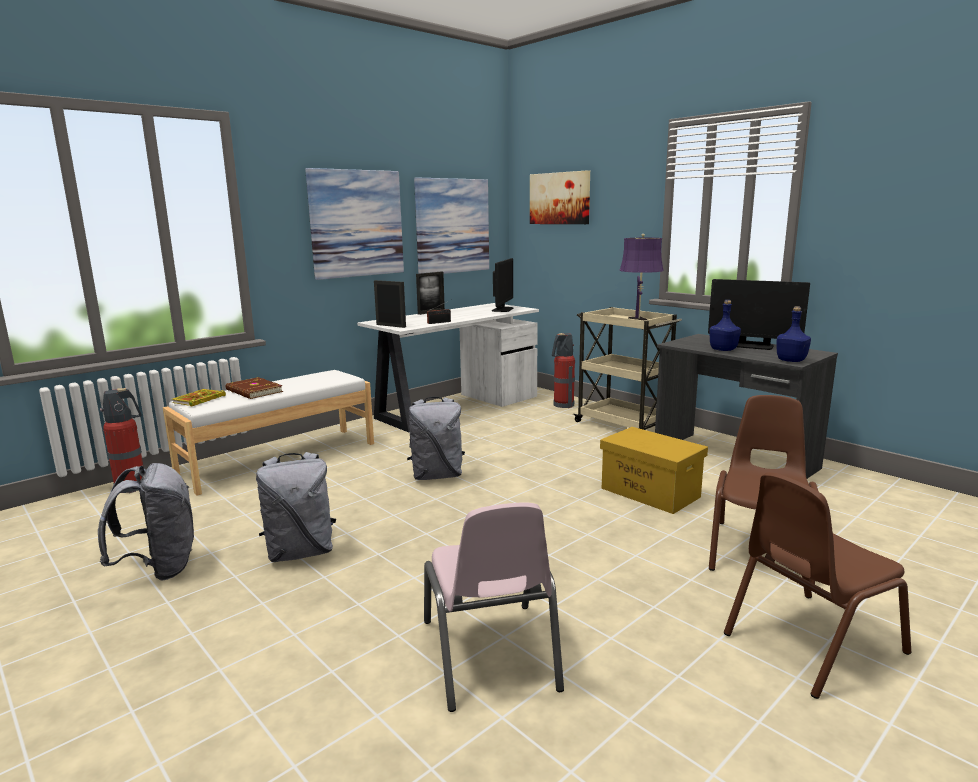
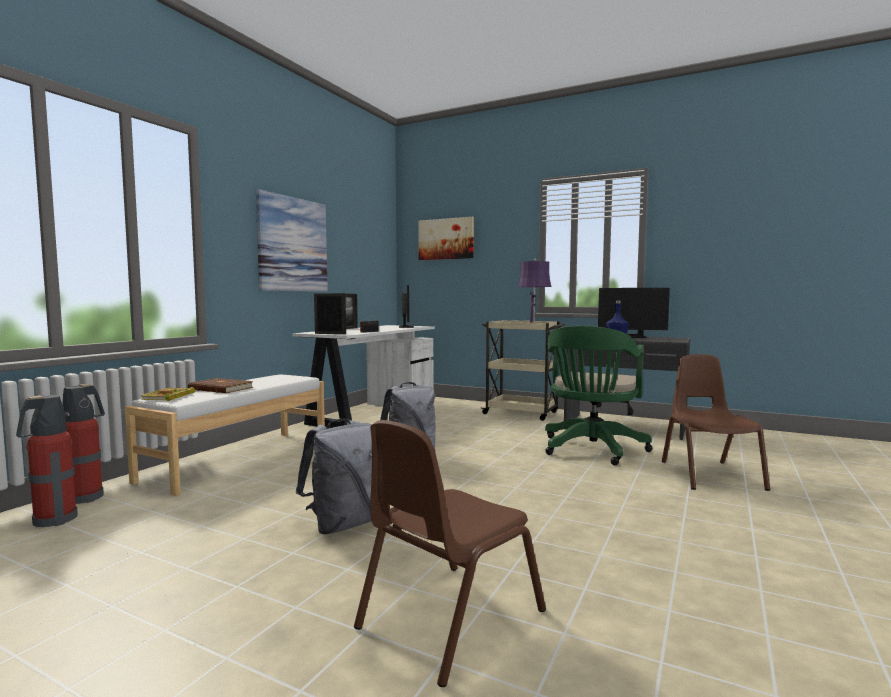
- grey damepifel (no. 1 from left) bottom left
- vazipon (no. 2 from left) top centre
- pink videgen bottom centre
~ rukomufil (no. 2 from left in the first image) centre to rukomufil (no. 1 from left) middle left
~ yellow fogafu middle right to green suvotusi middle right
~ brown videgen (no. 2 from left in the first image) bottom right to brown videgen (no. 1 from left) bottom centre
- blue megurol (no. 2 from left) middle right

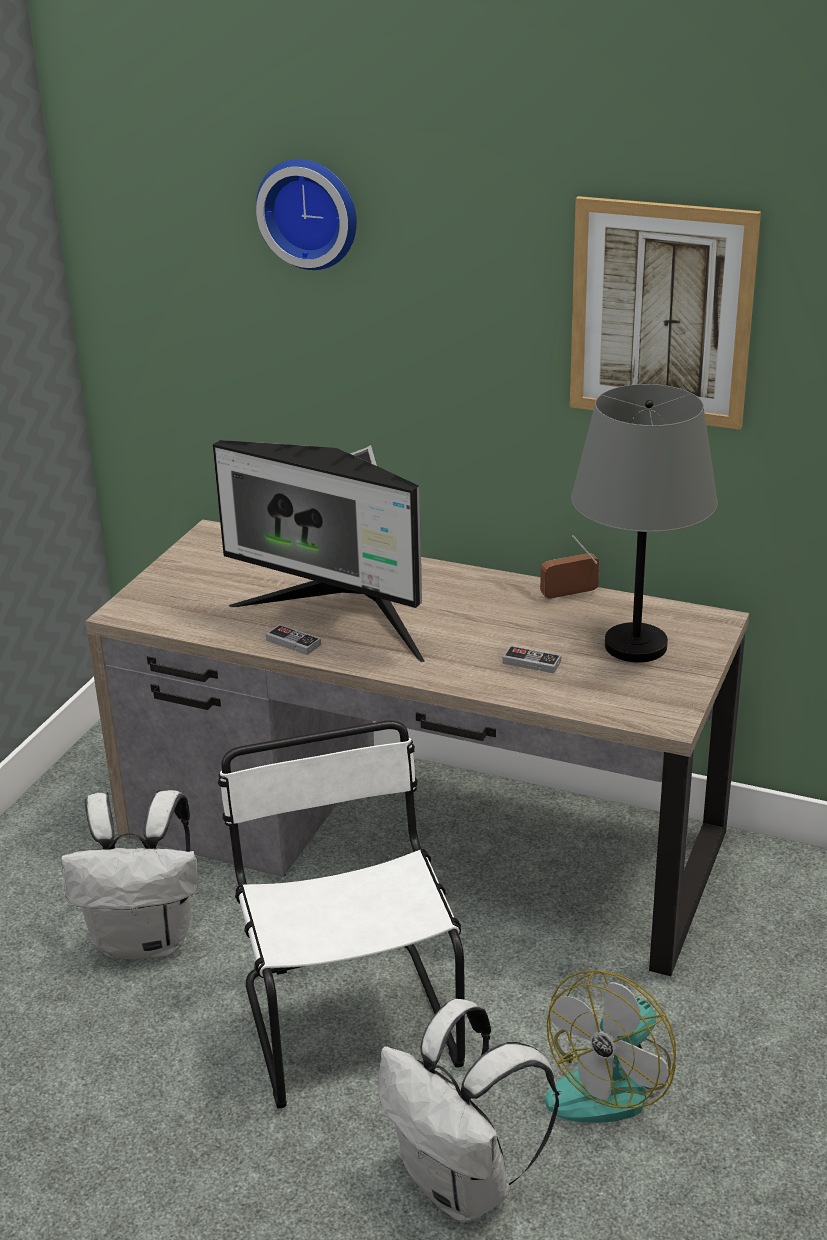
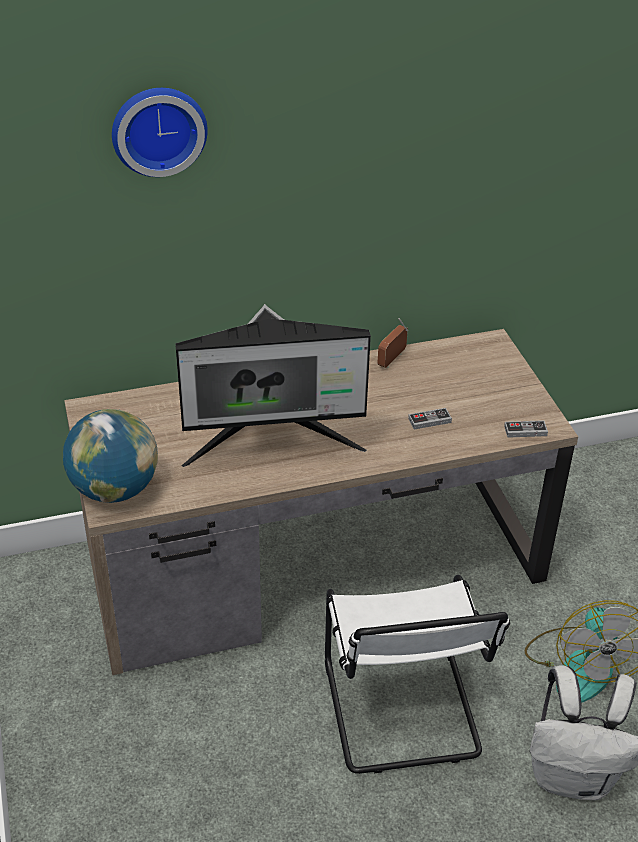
- white damepifel (no. 1 from left) bottom left
~ white videgen bottom centre = bottom centre 135 degrees counterclockwise
~ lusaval (no. 1 from left in the first image) centre to lusaval (no. 2 from left) middle right
- vazipon top right
- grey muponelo middle right
+ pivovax middle left

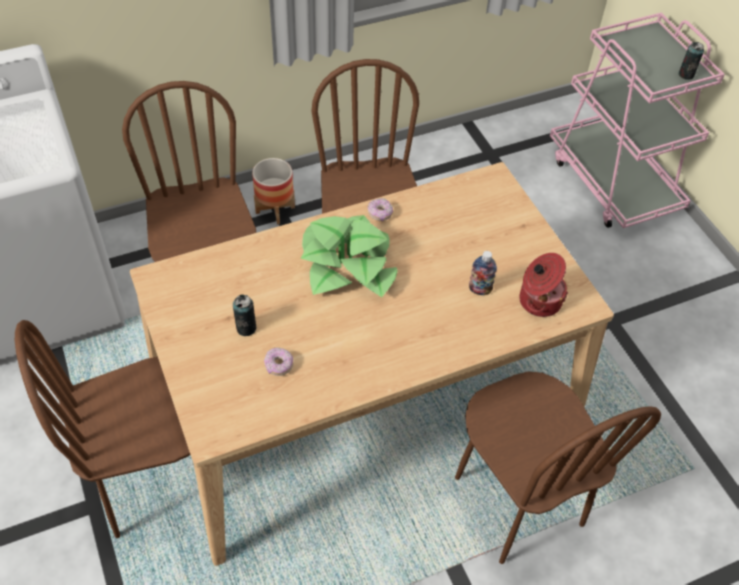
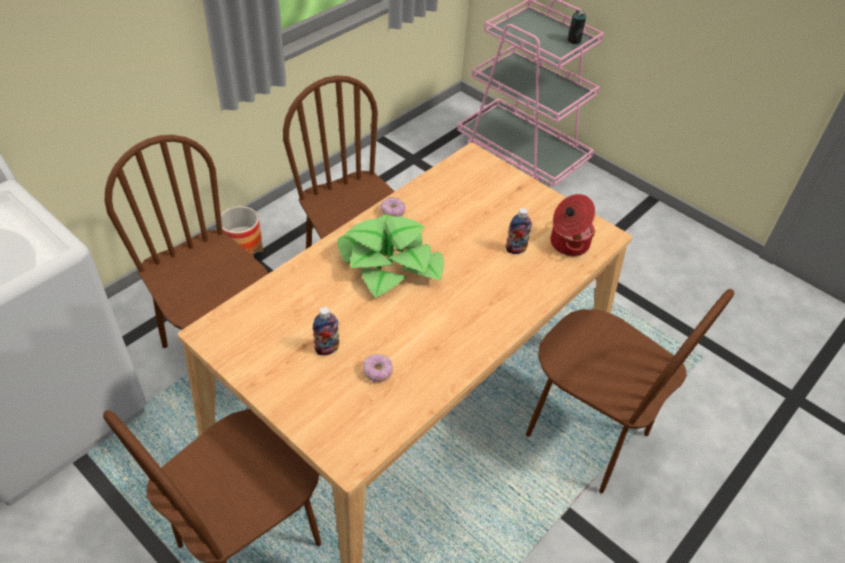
~ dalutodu (no. 1 from left) middle left to megurol (no. 1 from left) centre

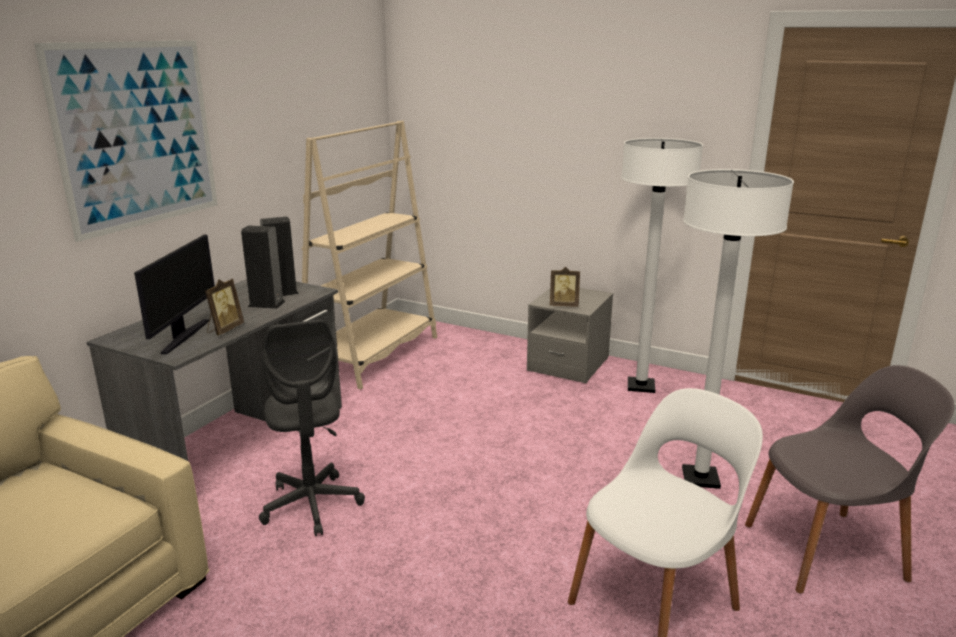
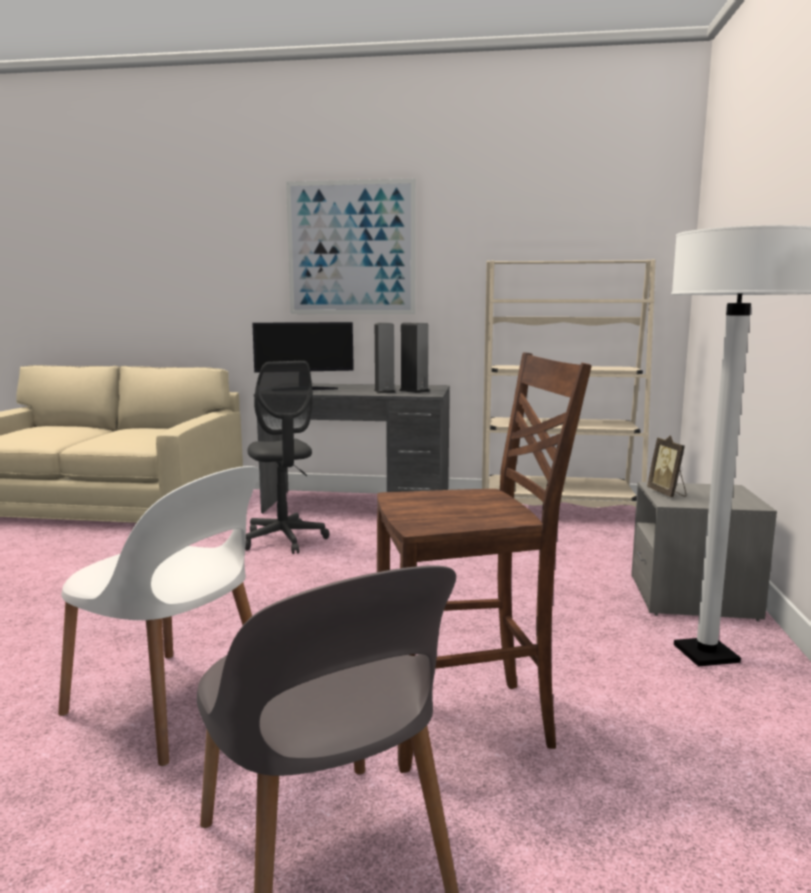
- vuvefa (no. 1 from left) middle left
~ grey suvotusi bottom left = centre 75 degrees counterclockwise
~ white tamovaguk (no. 2 from left) middle right to brown videgen centre

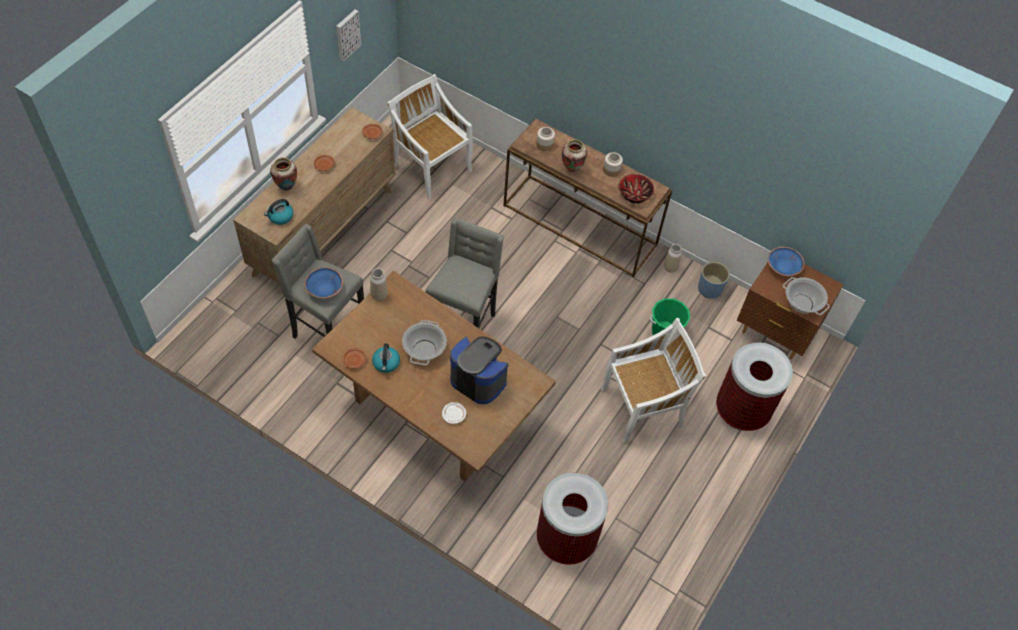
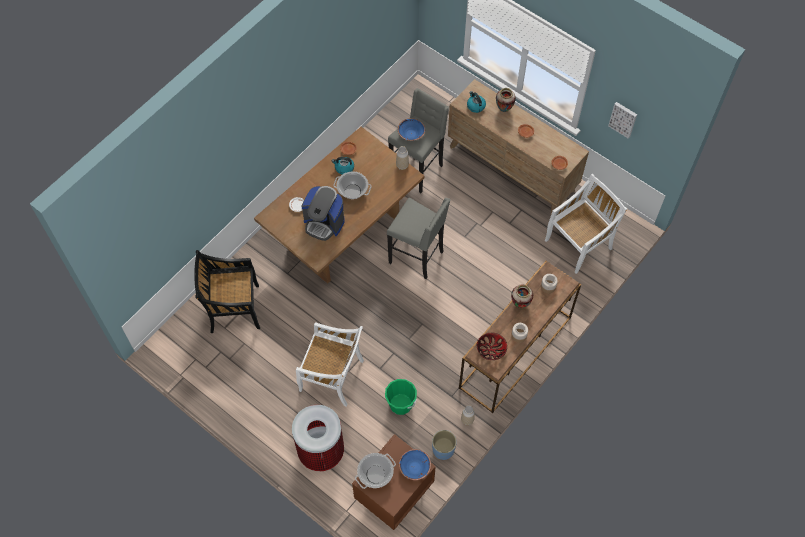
~ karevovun centre = centre 75 degrees clockwise
~ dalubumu (no. 1 from left) bottom centre to black videgen middle left
~ white videgen (no. 2 from left in the first image) centre = bottom centre 60 degrees counterclockwise

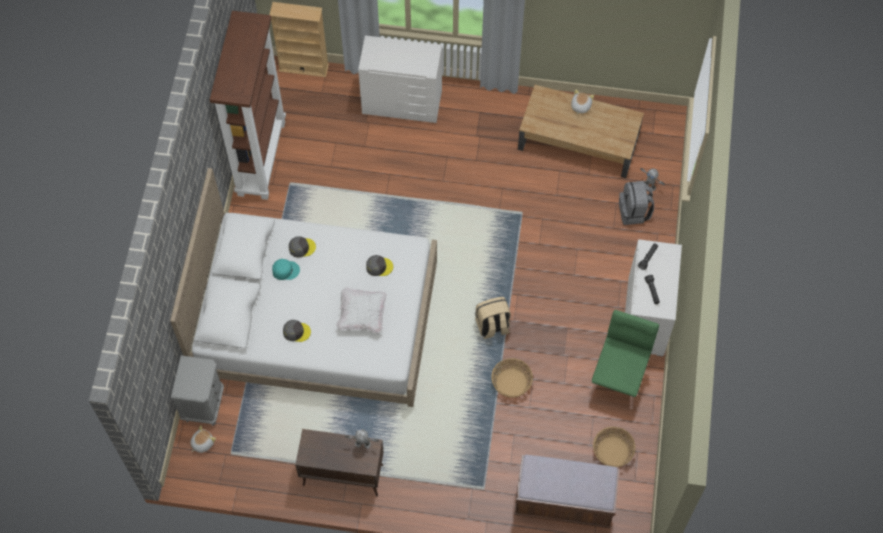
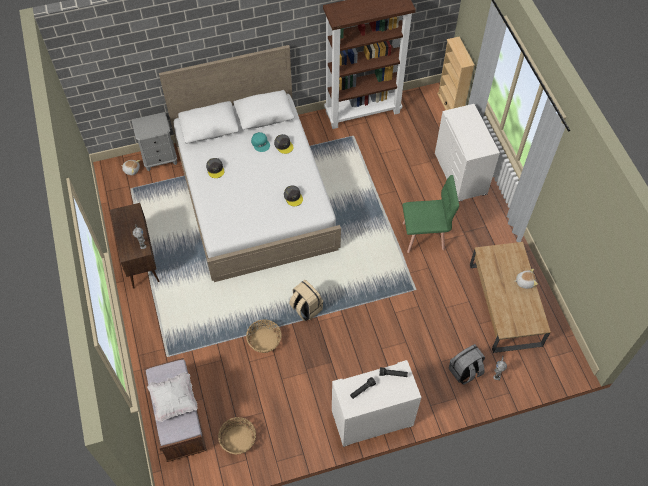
~ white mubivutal centre to bottom left
~ green videgen bottom right to centre

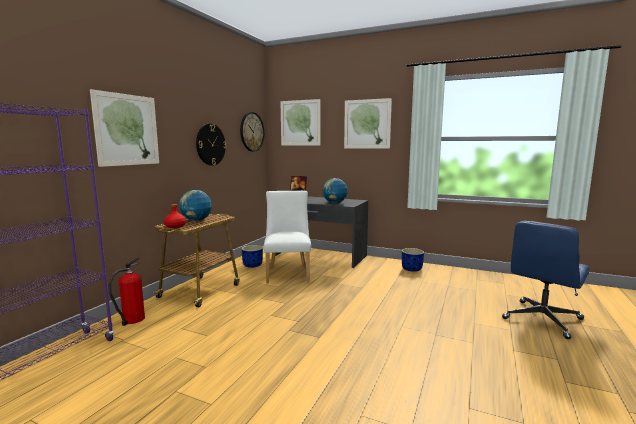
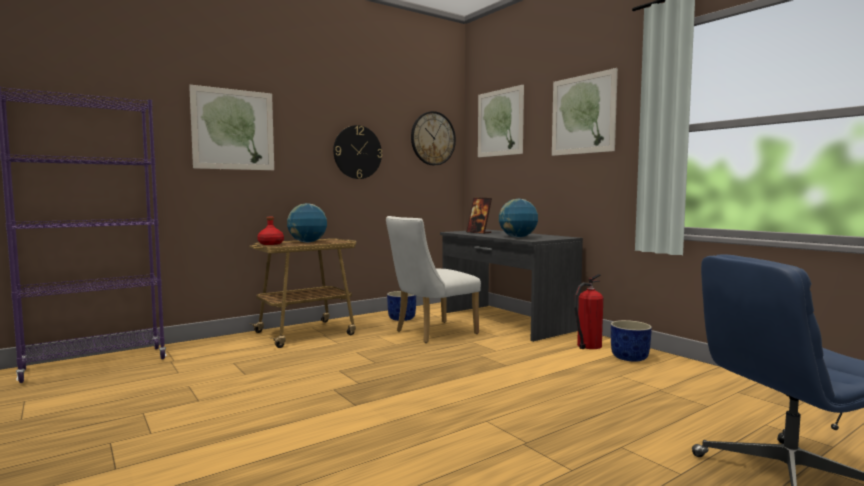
~ rukomufil bottom left to middle right
~ white videgen centre = centre 150 degrees counterclockwise

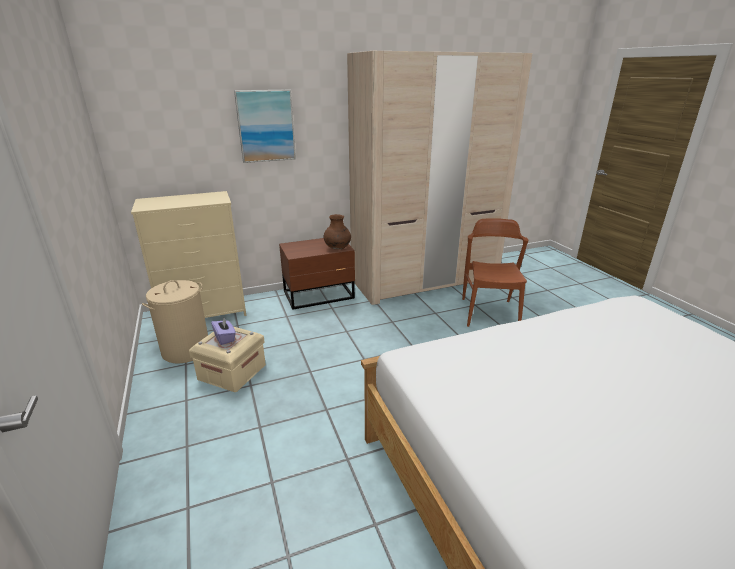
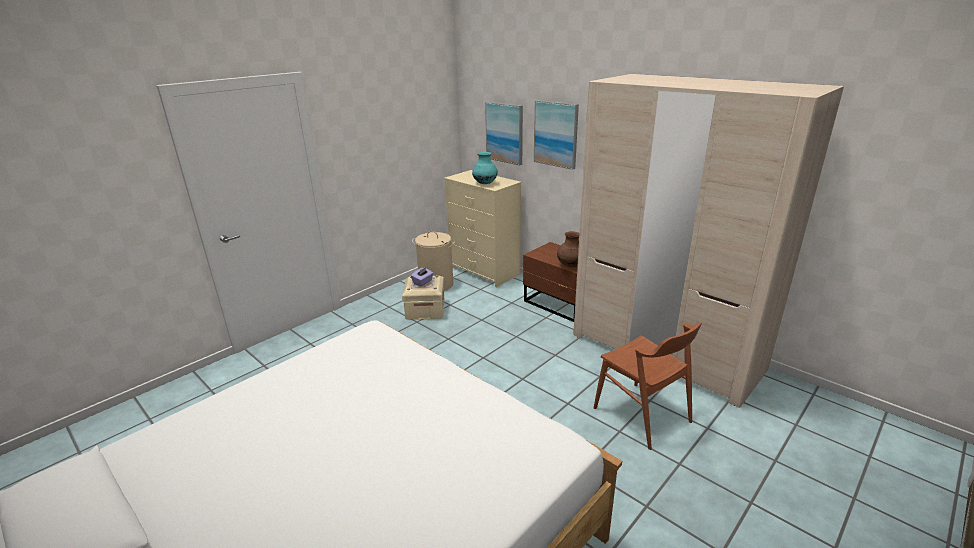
~ brown videgen middle right = bottom centre 75 degrees clockwise
+ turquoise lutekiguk top centre
+ vazipon (no. 1 from left) top centre

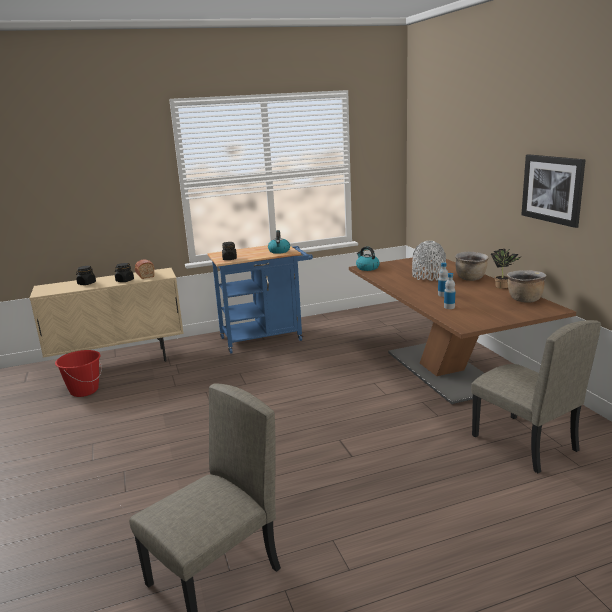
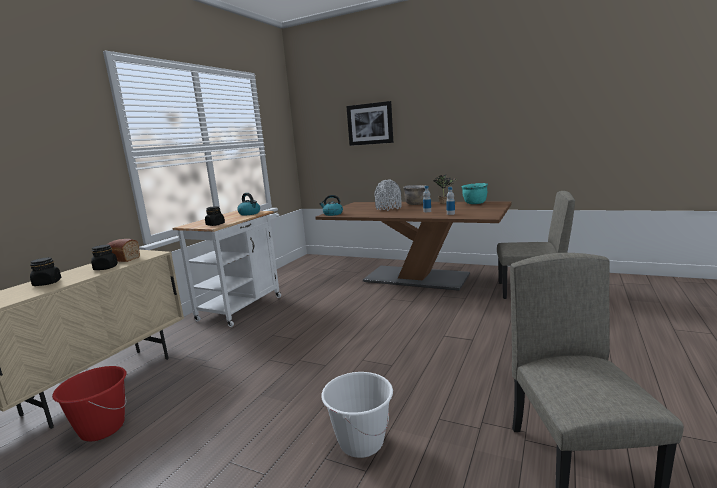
~ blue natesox centre to white natesox middle left
~ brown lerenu (no. 2 from left) middle right to turquoise lerenu centre
~ vazipon top right to top centre
+ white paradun bottom centre

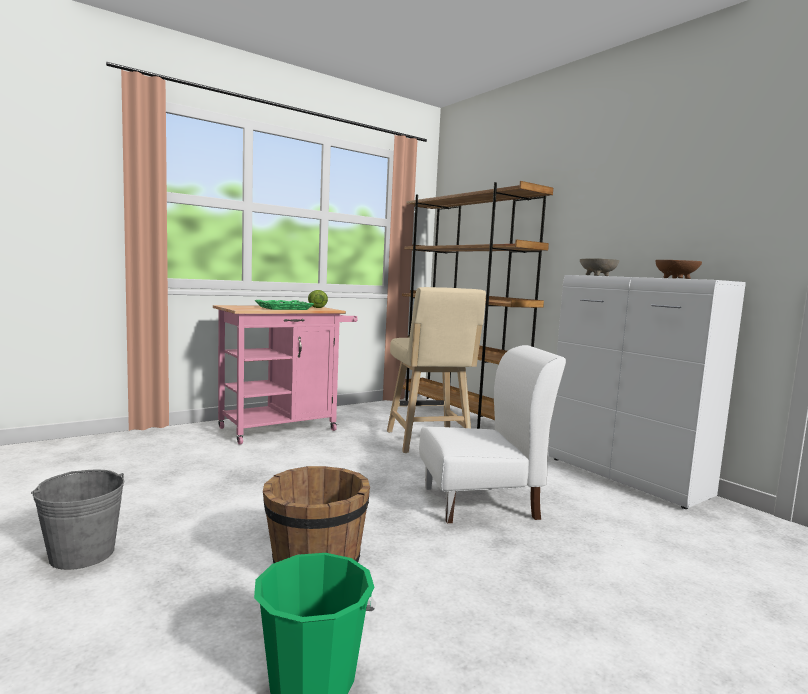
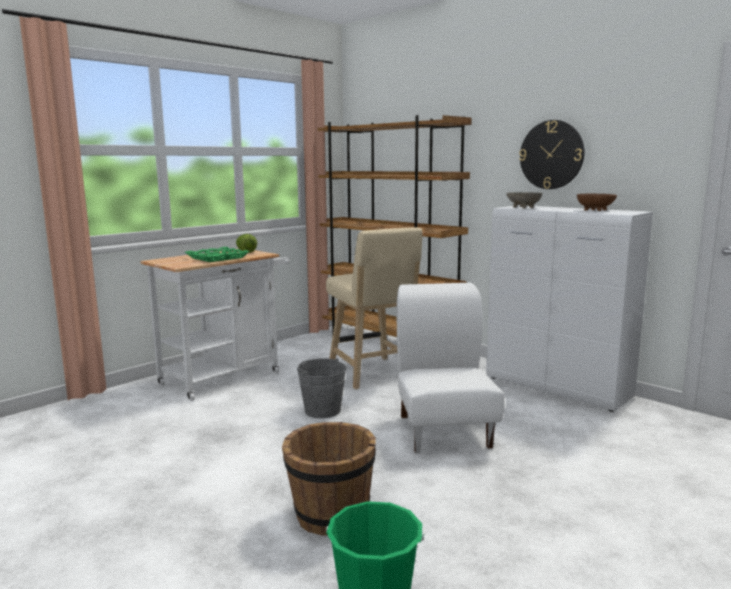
~ grey paradun bottom left to centre
~ pink natesox centre to white natesox middle left
~ white videgen centre = centre 75 degrees counterclockwise
+ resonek top right

